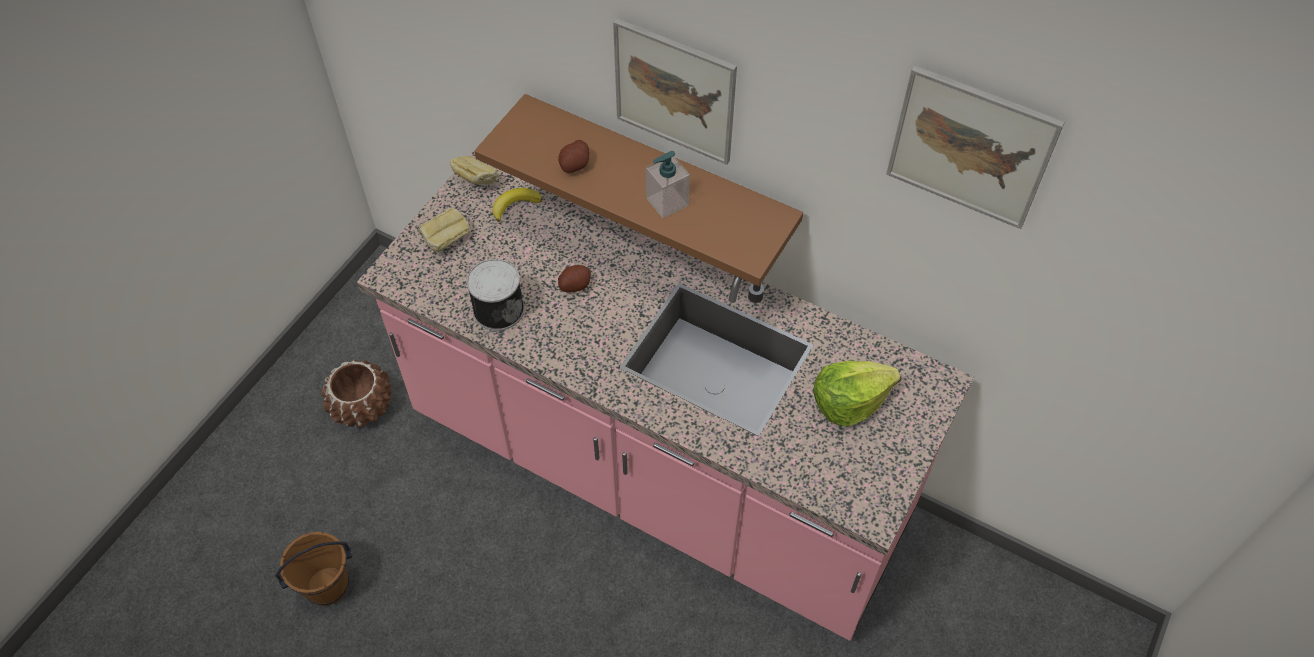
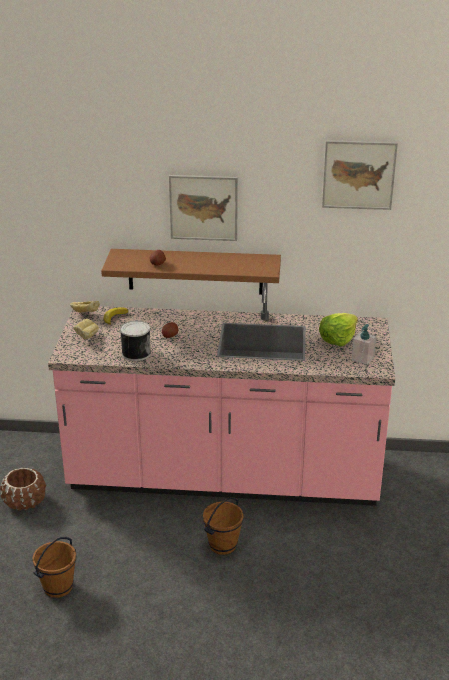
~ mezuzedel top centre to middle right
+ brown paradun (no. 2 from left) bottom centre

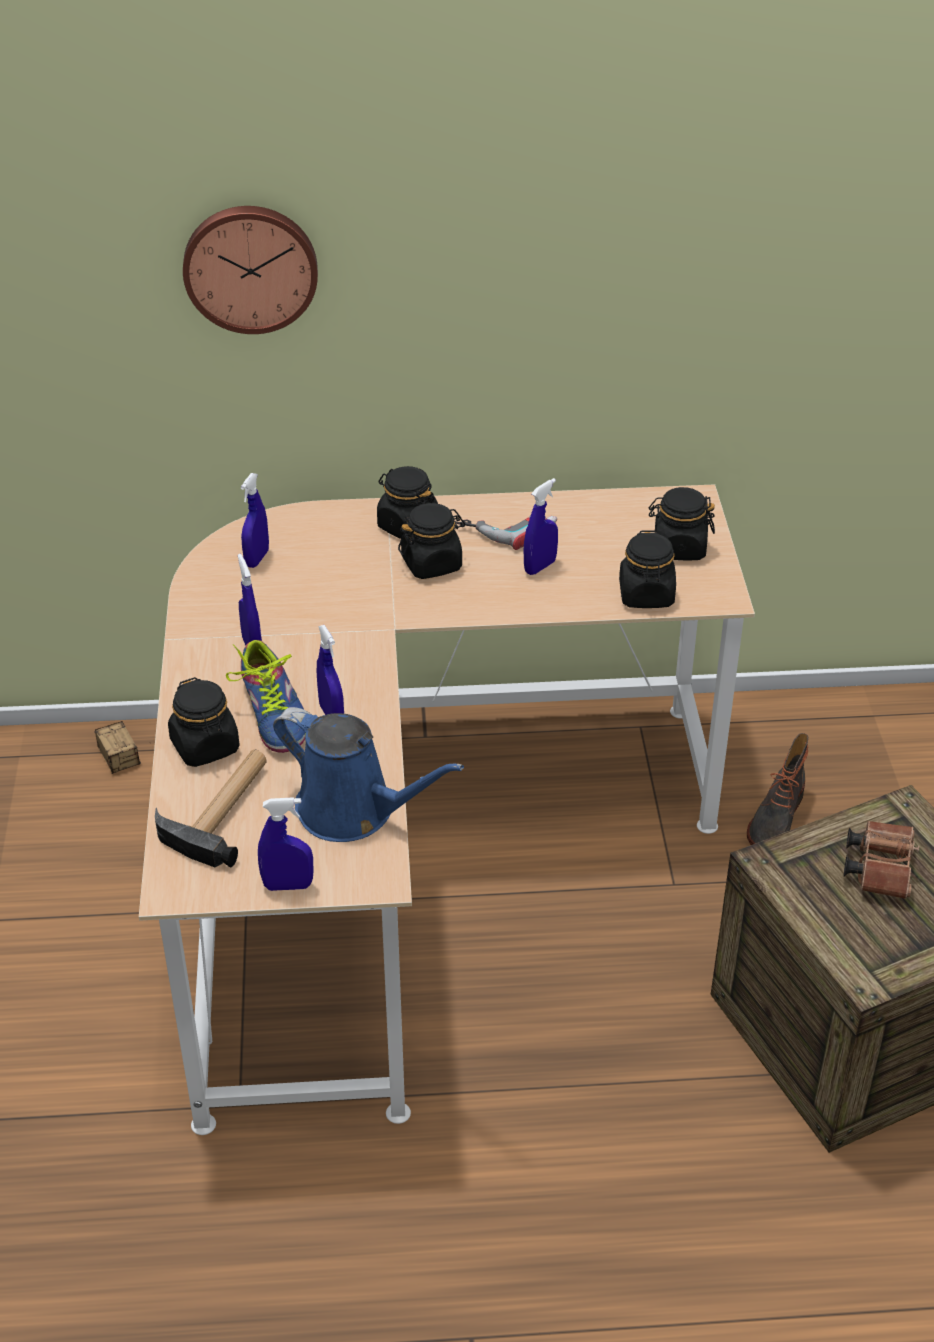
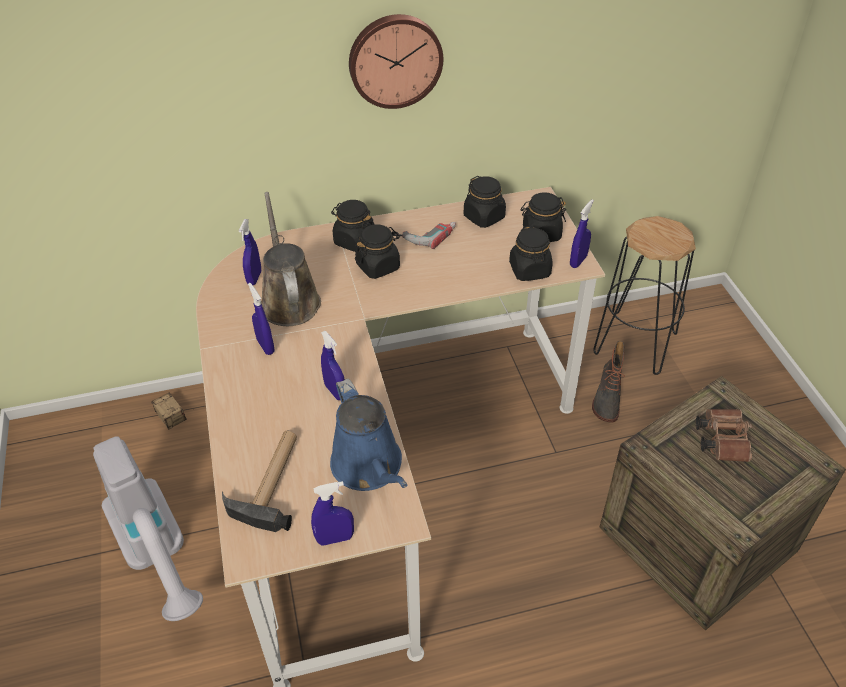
~ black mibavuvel (no. 1 from left in the first image) middle left to black mibavuvel (no. 3 from left) top centre
~ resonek top left to top centre
- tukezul middle left
~ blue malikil centre = centre 45 degrees clockwise
~ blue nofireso (no. 5 from left) centre to middle right
+ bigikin bottom left
+ brown malikil centre
+ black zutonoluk middle right

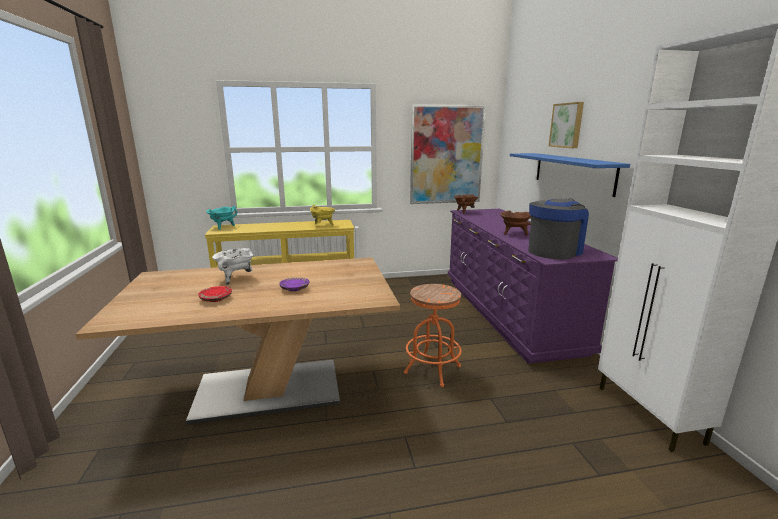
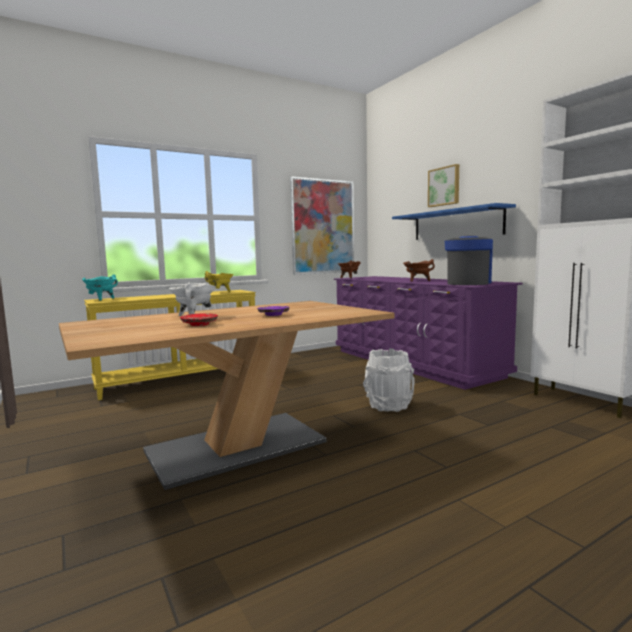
~ orange zutonoluk centre to white paradun centre

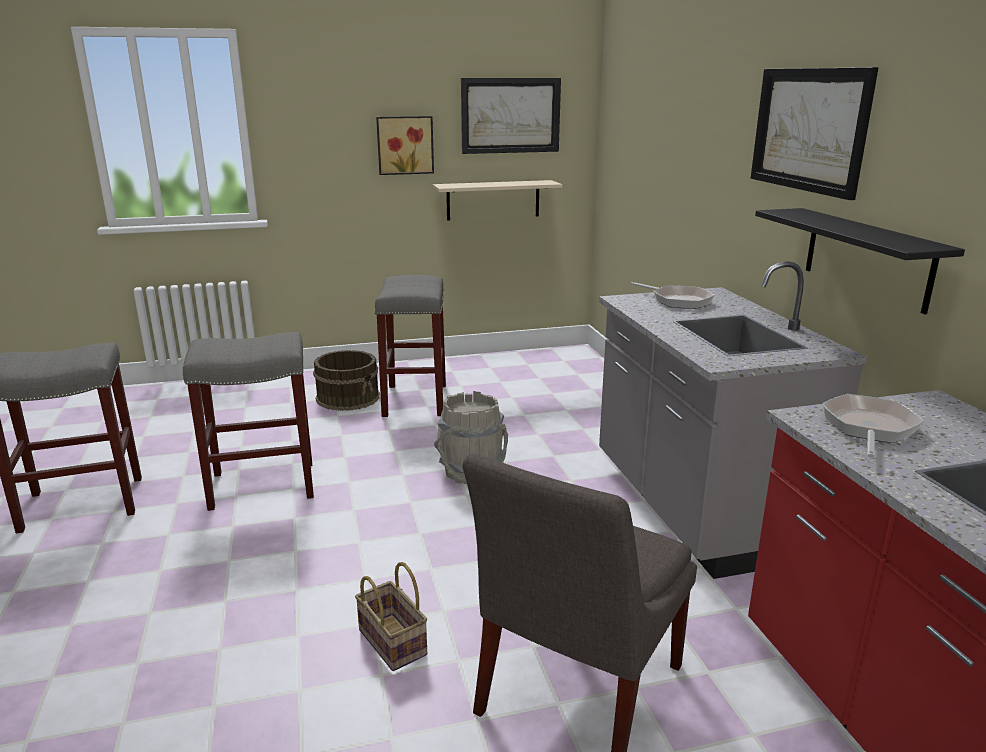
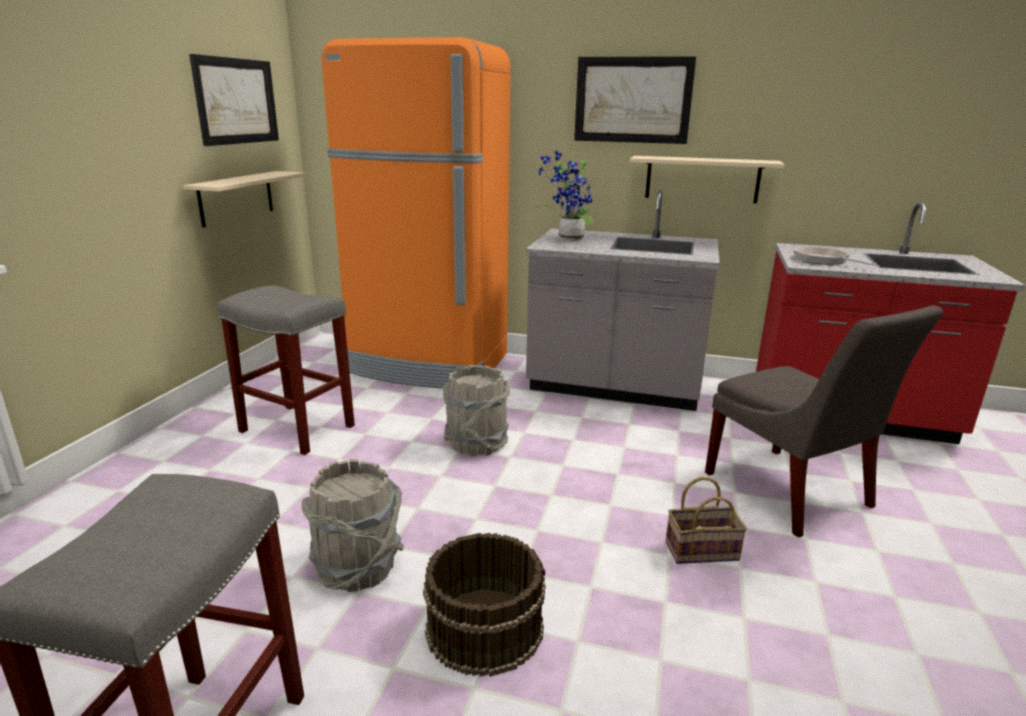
~ grey zutonoluk (no. 2 from left) middle left to grey paradun (no. 1 from left) bottom centre
~ brown paradun centre to bottom centre
- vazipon (no. 1 from left) top centre
~ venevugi (no. 1 from left) middle right to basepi top centre
~ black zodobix middle right to beige zodobix (no. 2 from left) top right
+ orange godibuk top centre

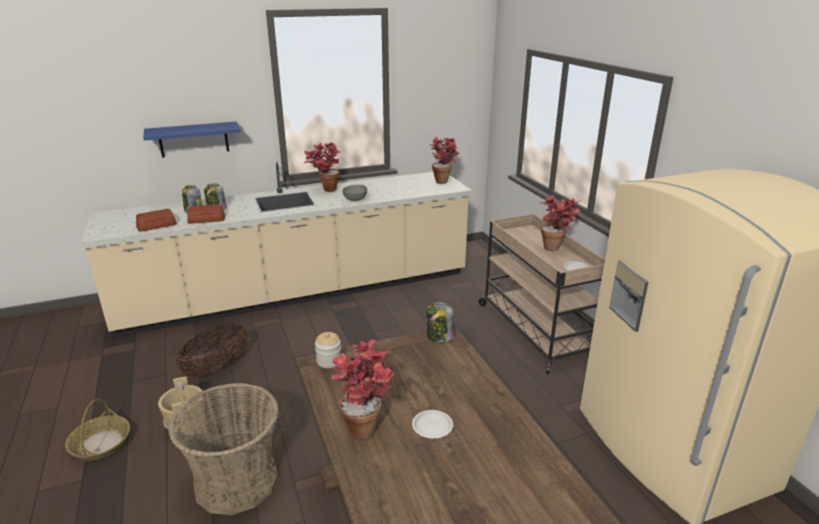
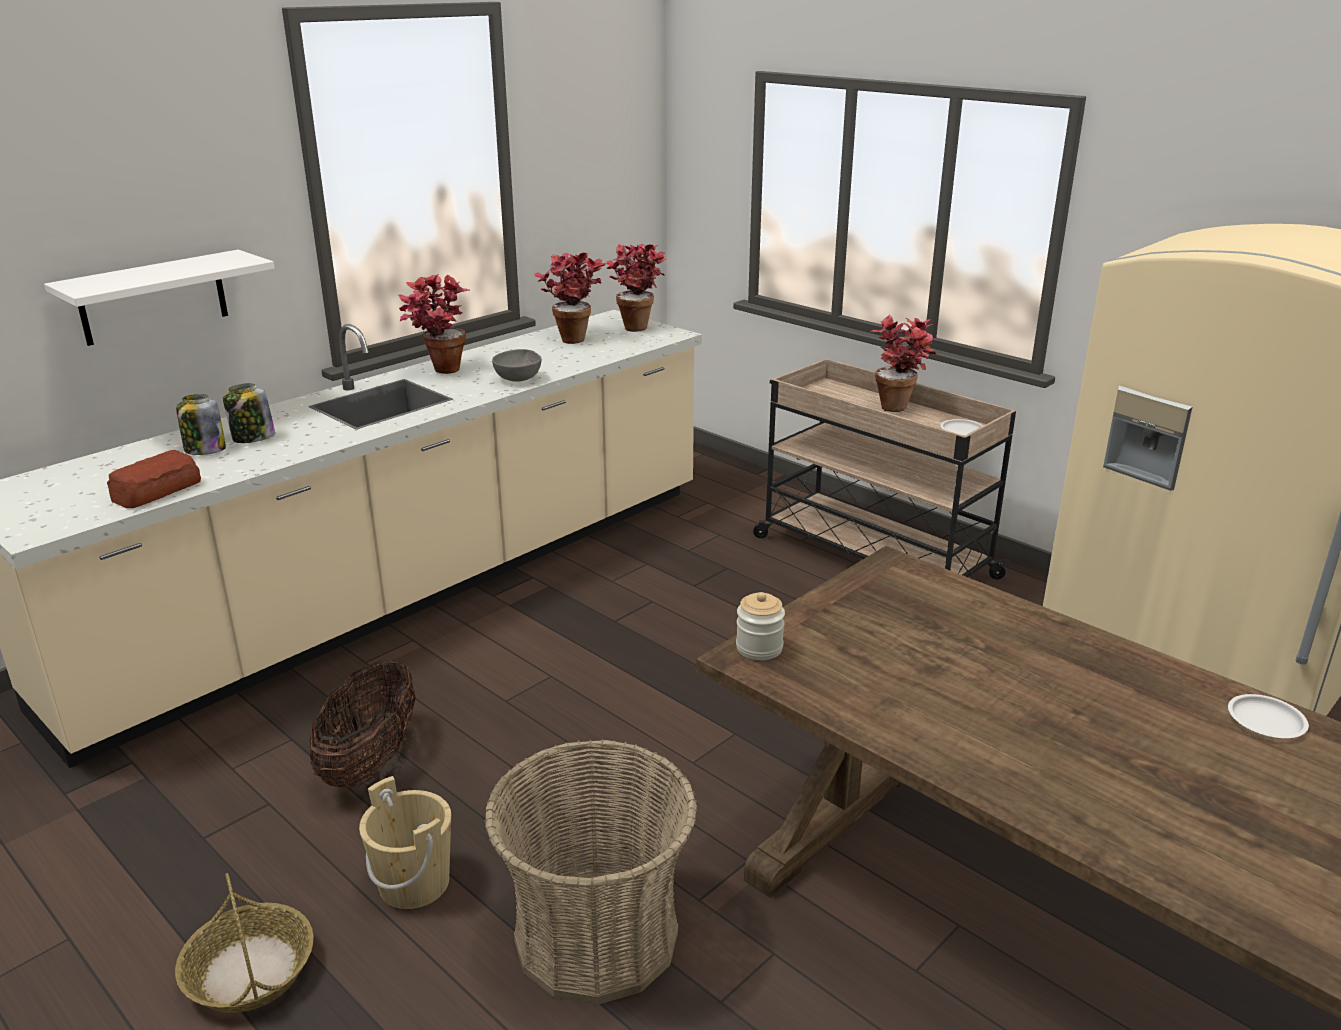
~ blue zodobix top left to white zodobix top left
- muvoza (no. 2 from left) middle left
~ basepi (no. 2 from left) bottom centre to top centre
~ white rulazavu (no. 1 from left in the first image) bottom centre to white rulazavu (no. 2 from left) bottom right
- mibavuvel (no. 4 from left) centre

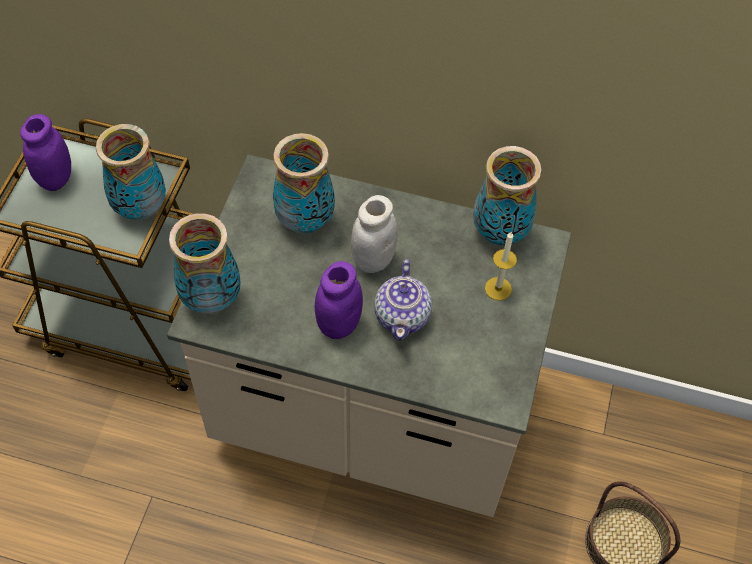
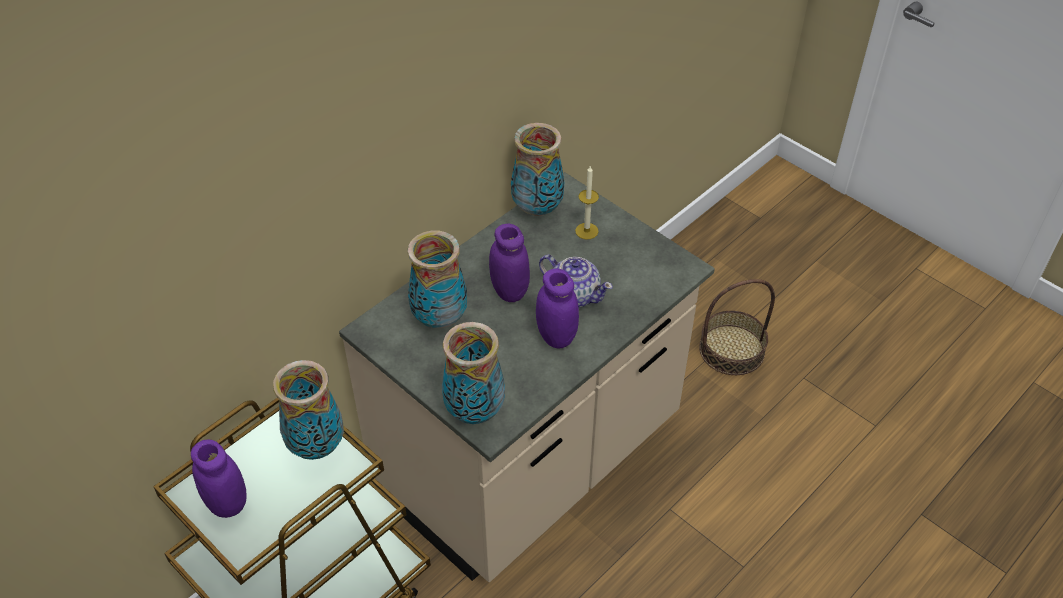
~ white mibavuvel centre to purple mibavuvel (no. 2 from left) centre

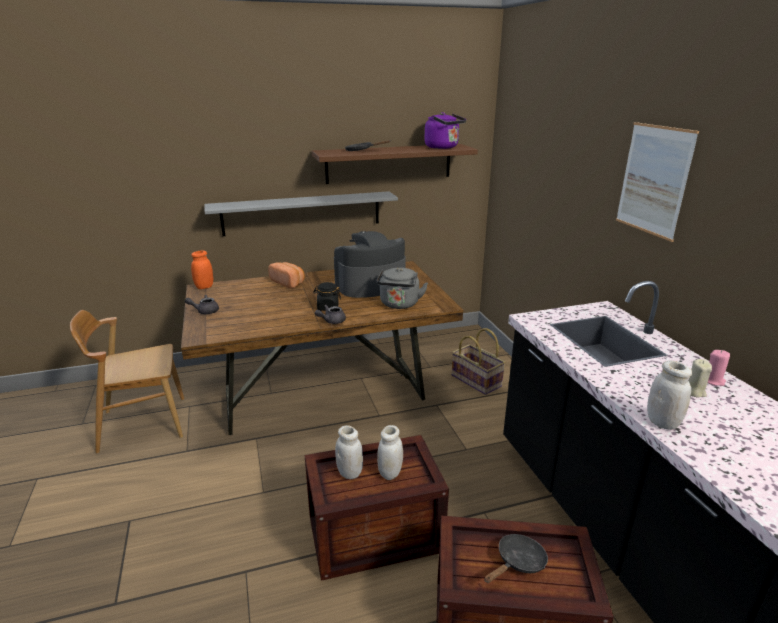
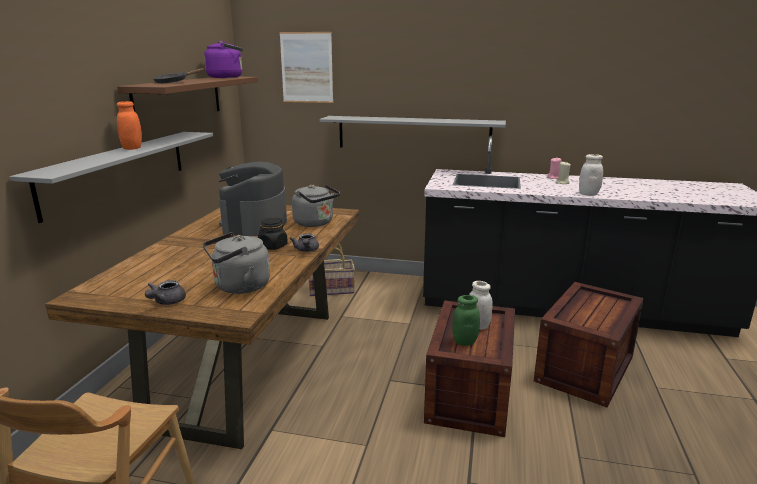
~ orange mibavuvel middle left to top left
- muvoza centre
~ white mibavuvel (no. 1 from left) bottom centre to green mibavuvel centre
- black venevugi (no. 2 from left) bottom centre
~ vazipon top right to top centre
+ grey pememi (no. 1 from left) middle left
+ grey zodobix (no. 2 from left) top centre

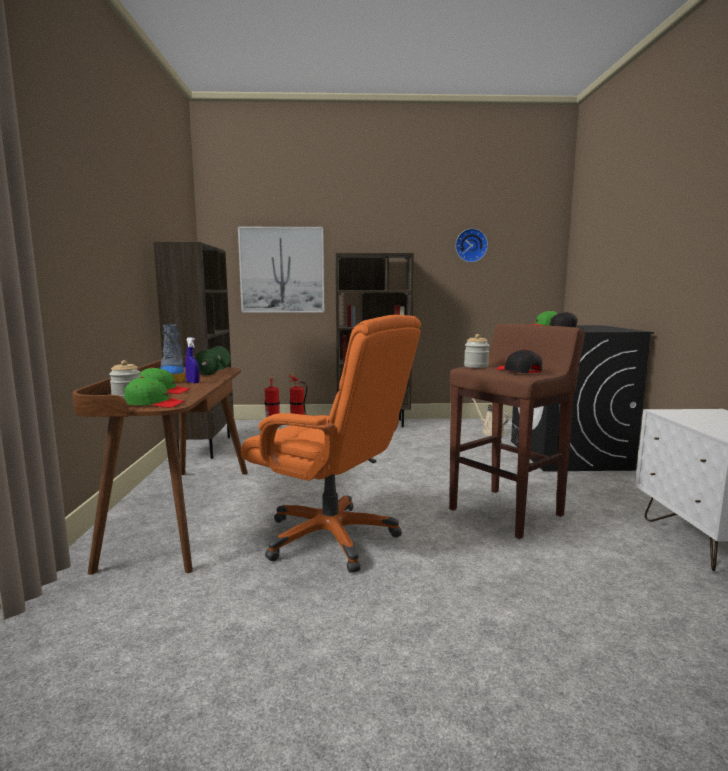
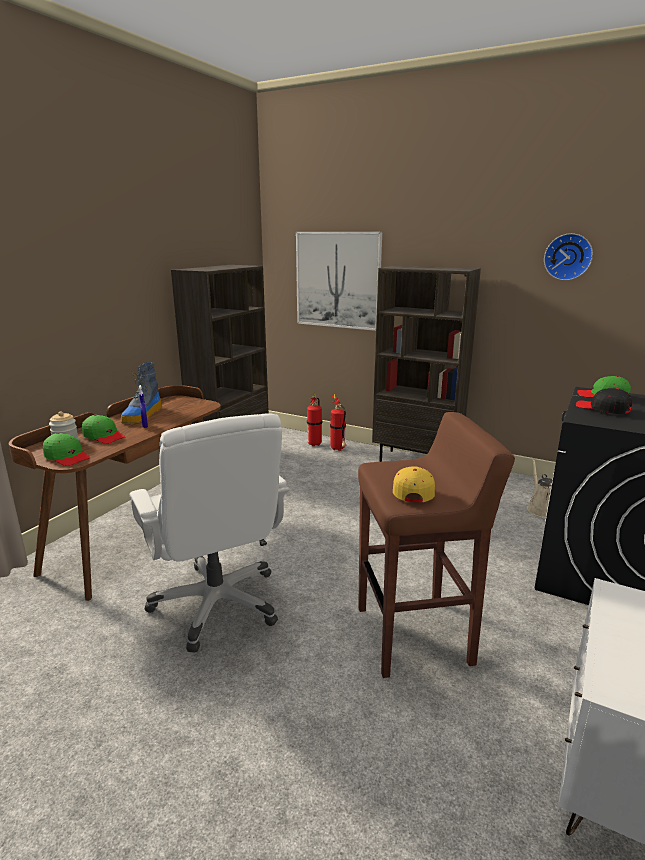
- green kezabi middle left
~ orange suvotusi centre to white suvotusi middle left
- mibavuvel (no. 2 from left) centre
~ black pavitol (no. 1 from left) middle right to yellow pavitol centre

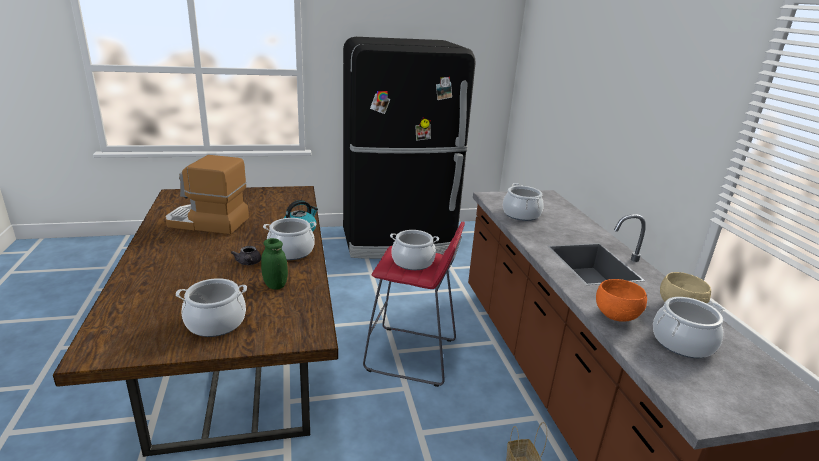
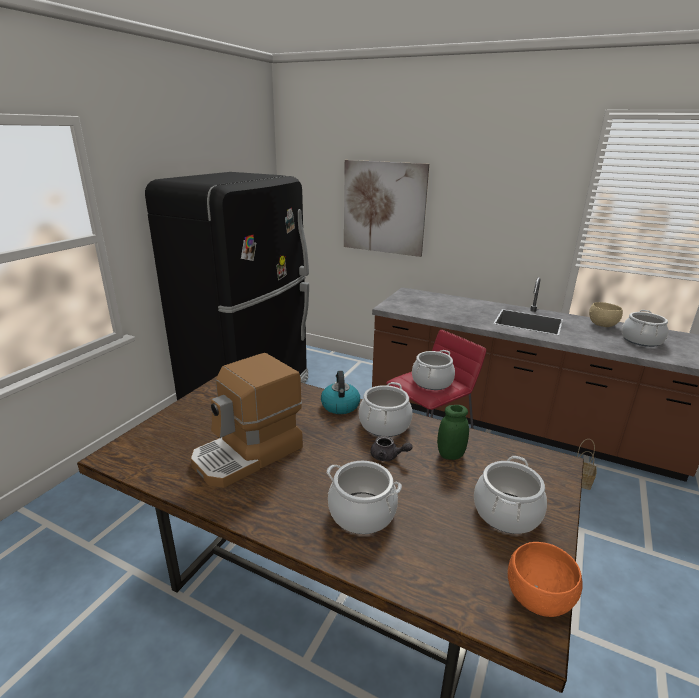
~ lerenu (no. 4 from left in the first image) centre to lerenu (no. 1 from left) bottom centre
~ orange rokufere middle right to bottom right
+ vazipon top centre

